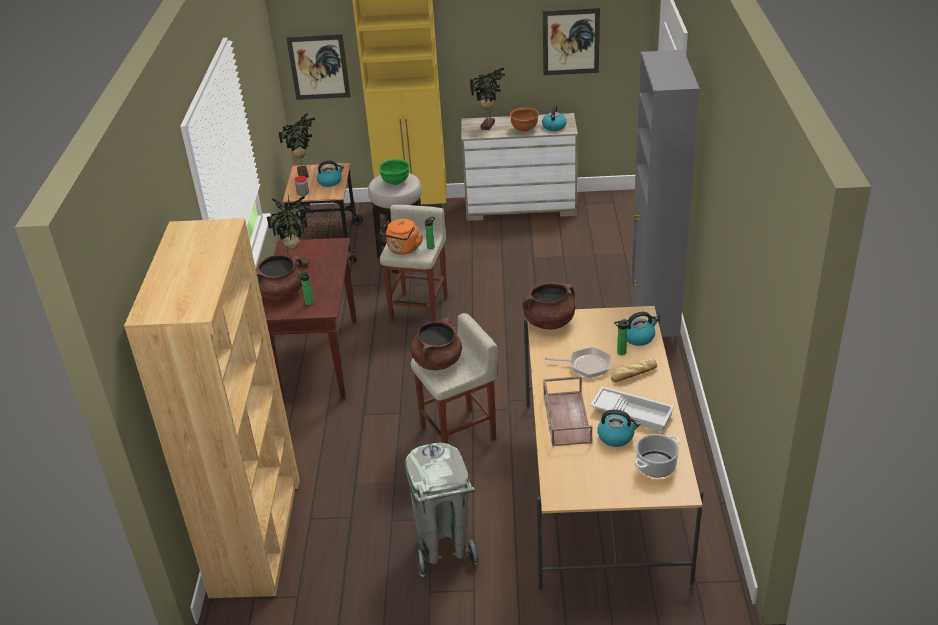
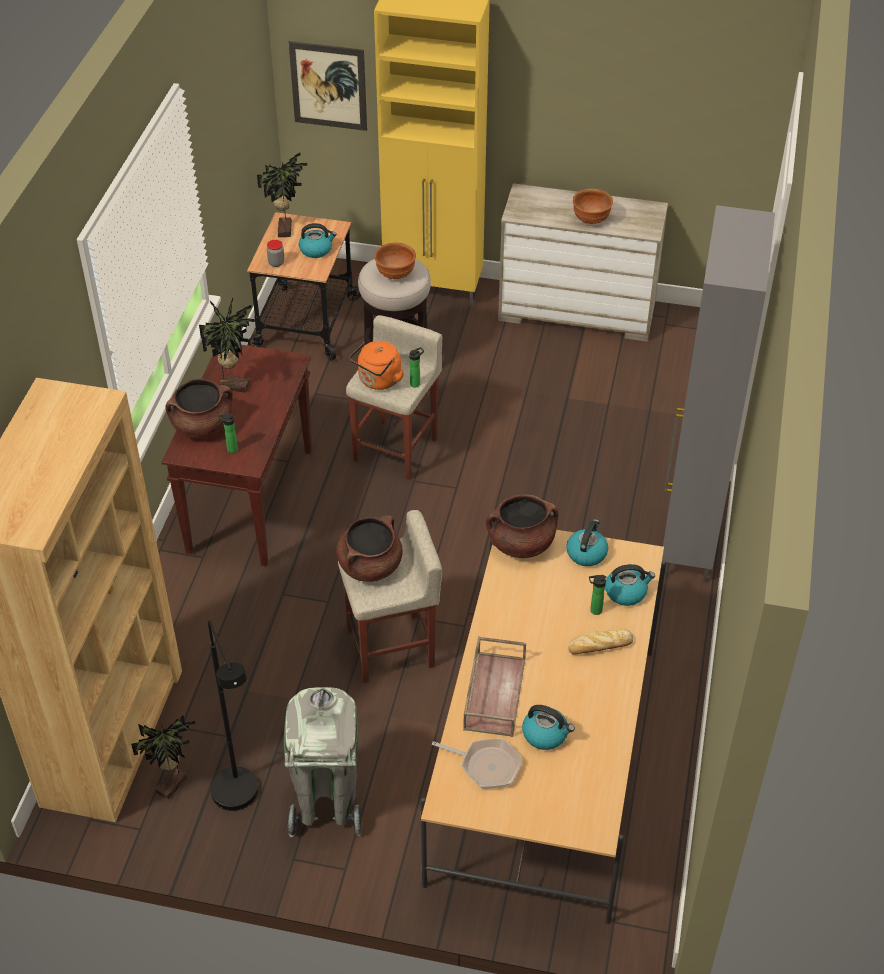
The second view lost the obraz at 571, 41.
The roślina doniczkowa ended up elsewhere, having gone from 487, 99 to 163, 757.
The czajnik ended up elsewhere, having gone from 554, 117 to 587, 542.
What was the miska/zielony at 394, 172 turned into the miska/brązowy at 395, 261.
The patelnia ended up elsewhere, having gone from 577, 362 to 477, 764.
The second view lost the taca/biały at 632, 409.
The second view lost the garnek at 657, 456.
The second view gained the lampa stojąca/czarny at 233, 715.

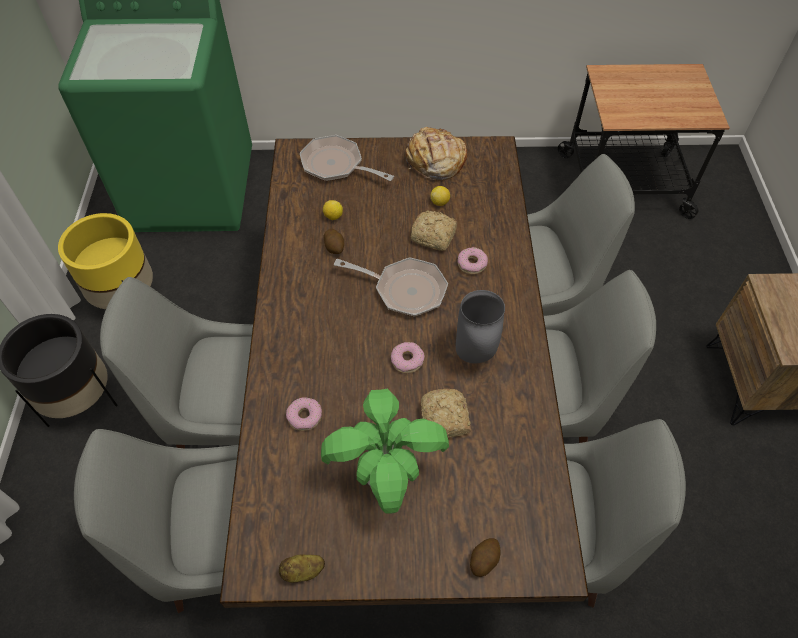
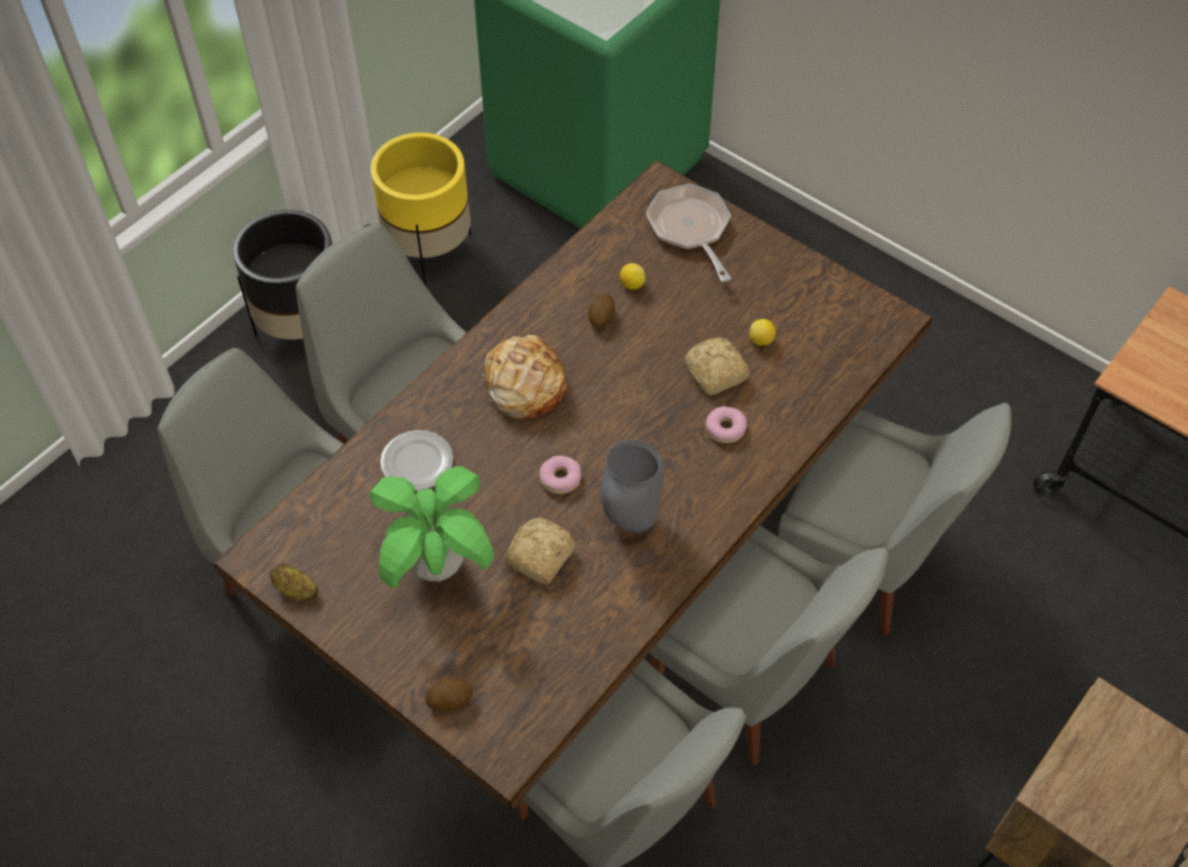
The chleb ended up elsewhere, having gone from 436, 154 to 524, 376.
The second view lost the patelnia at 391, 287.
Where the donut stood at 304, 414, the talerz came to stand at 416, 460.

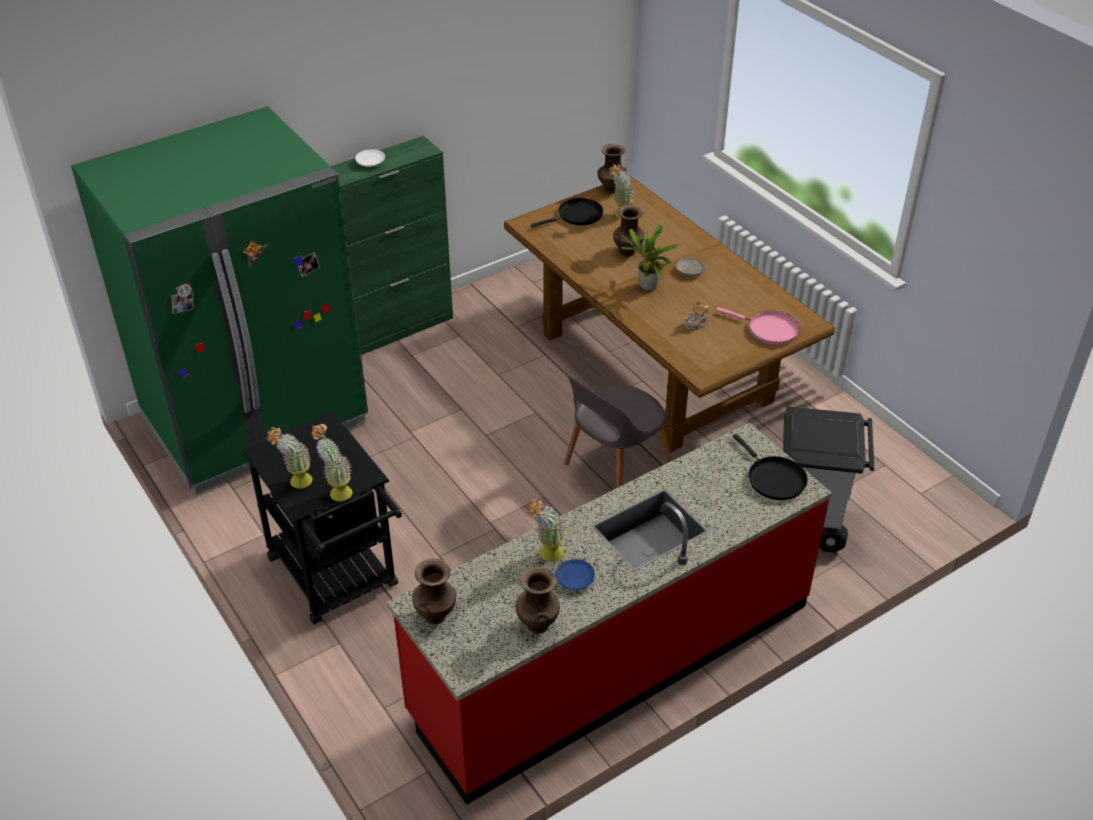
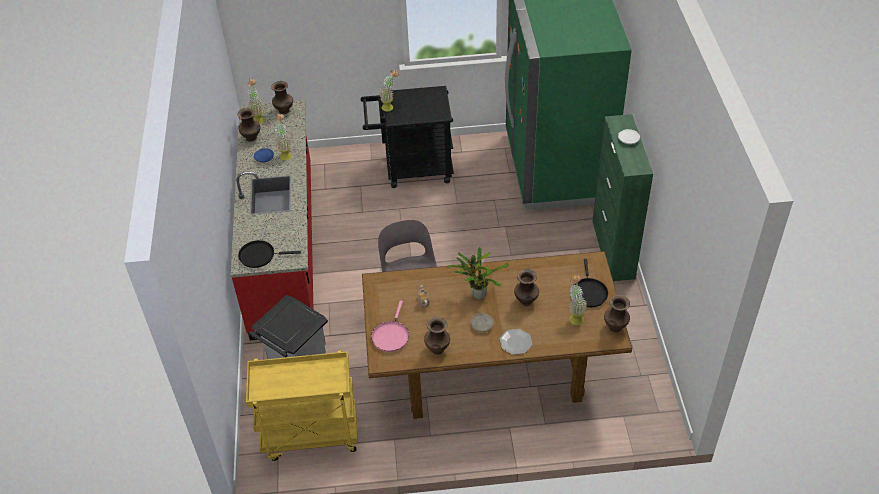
The patelnia/różowy at 758, 325 ended up facing another way, 45 degrees counterclockwise from before.
The roślina doniczkowa ended up elsewhere, having gone from 289, 458 to 256, 101.
The second view gained the wazon/brązowy at 437, 336.
The second view gained the talerz at 516, 342.
The second view gained the wózek/żółty at 302, 406.

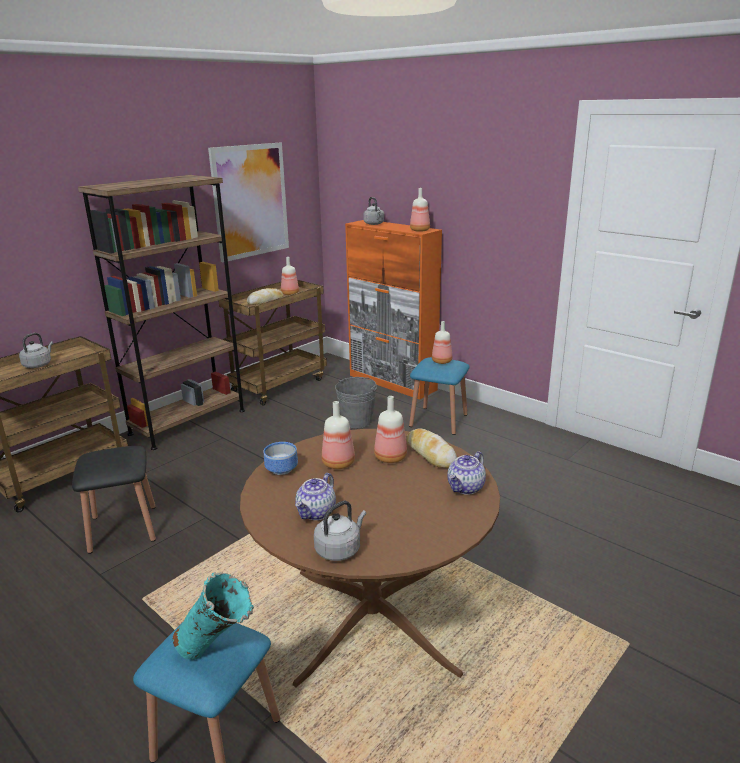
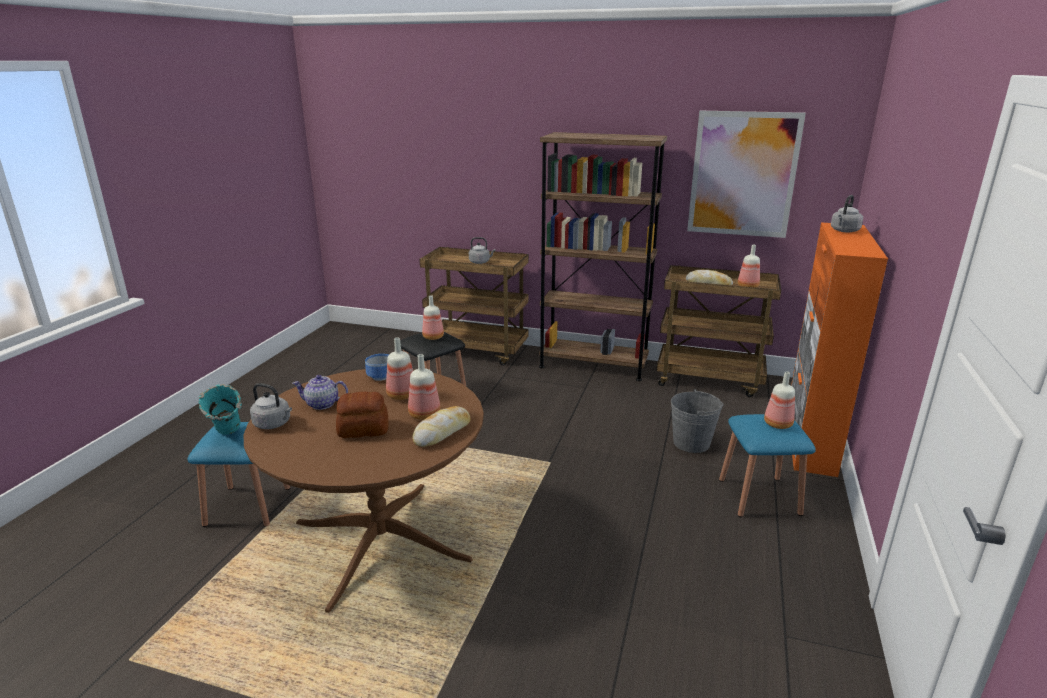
The butelka ended up elsewhere, having gone from 420, 210 to 433, 317.
The second view lost the imbryk at 466, 473.
The second view gained the chleb at 362, 415.

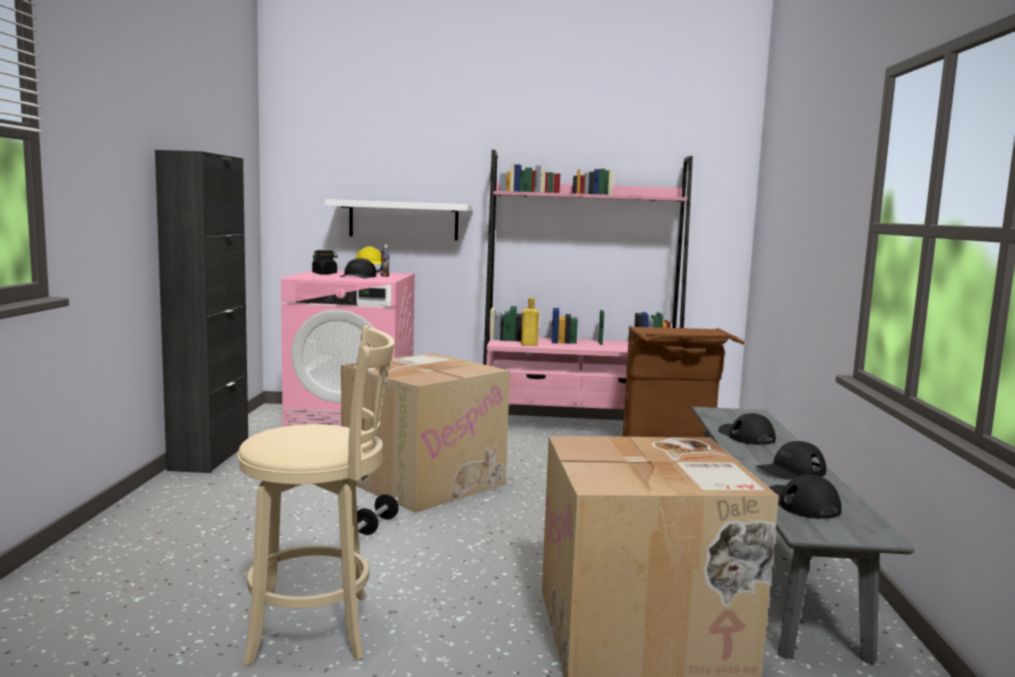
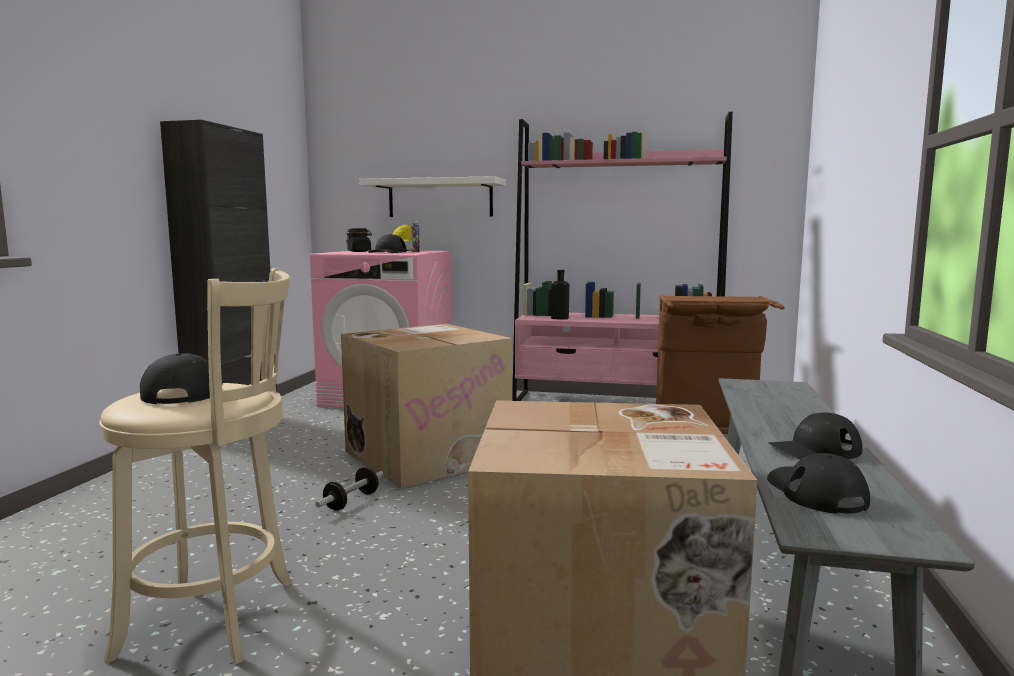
What was the butelka/żółty at 530, 322 turned into the butelka/czarny at 560, 295.
The czapka z daszkiem/czarny ended up elsewhere, having gone from 747, 429 to 181, 378.

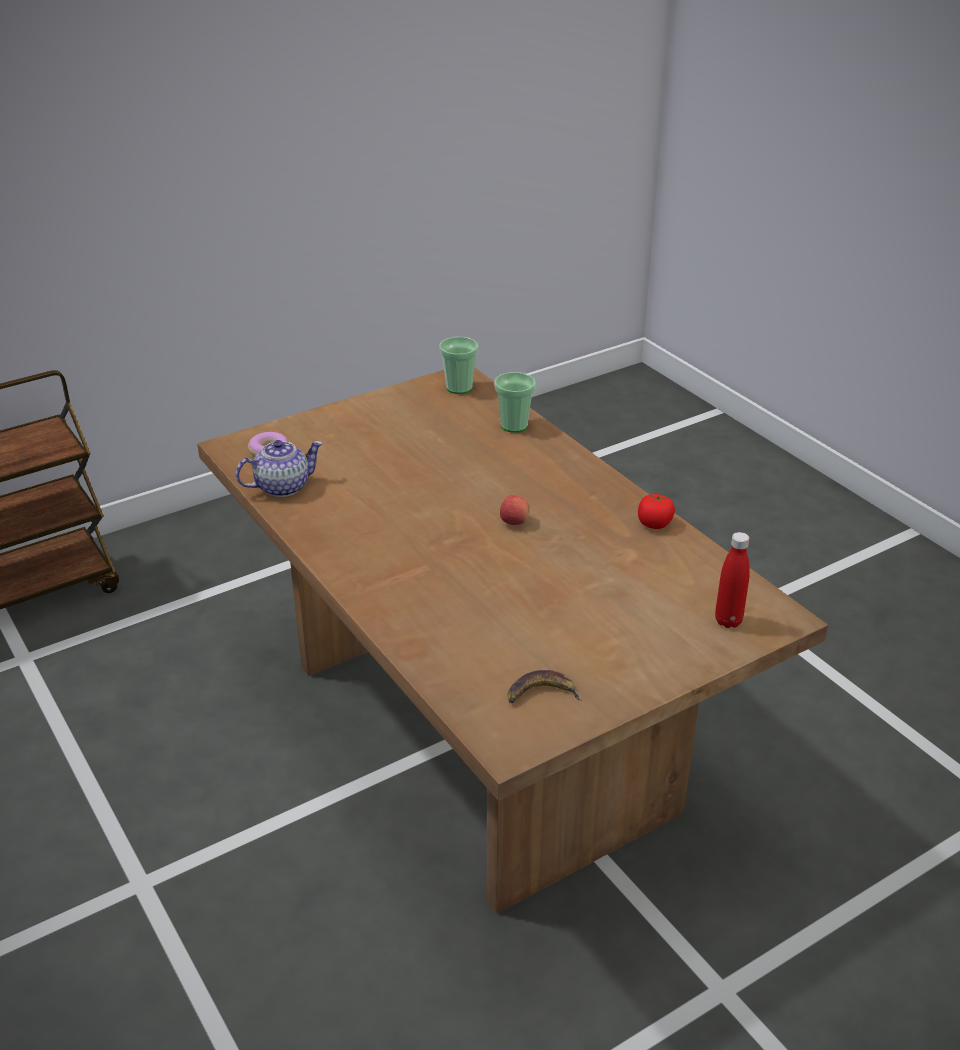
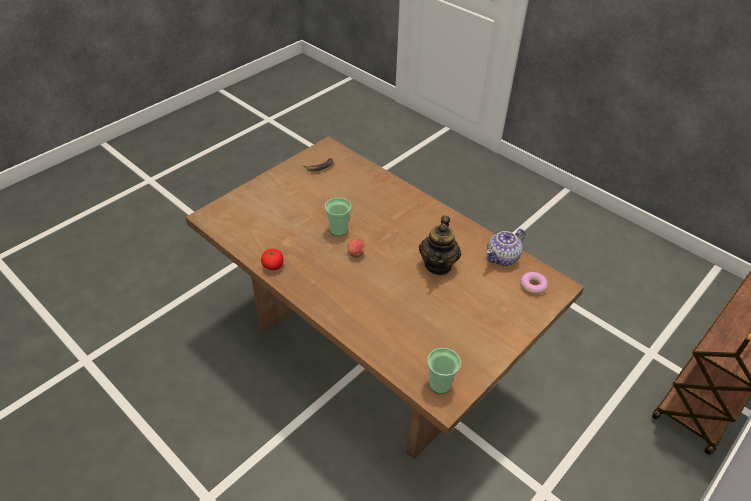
The filiżanka ended up elsewhere, having gone from 515, 402 to 338, 217.
The second view lost the butelka/czerwony at 732, 580.
The second view gained the imbryk at 440, 245.

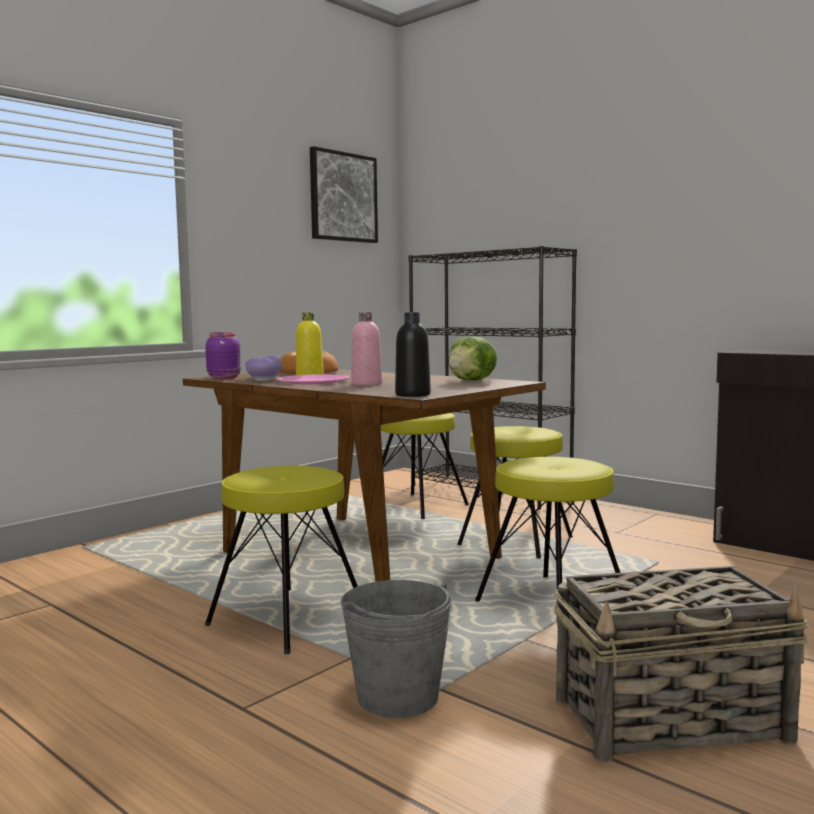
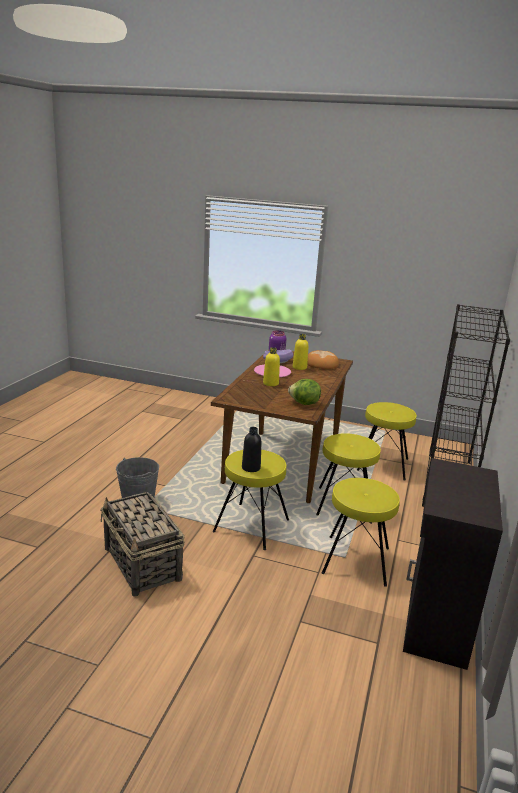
The second view lost the obraz at 344, 194.
What was the butelka/różowy at 366, 348 turned into the butelka/żółty at 271, 366.
The butelka/czarny ended up elsewhere, having gone from 413, 354 to 251, 449.
The stołek/żółty ended up elsewhere, having gone from 281, 560 to 361, 532.

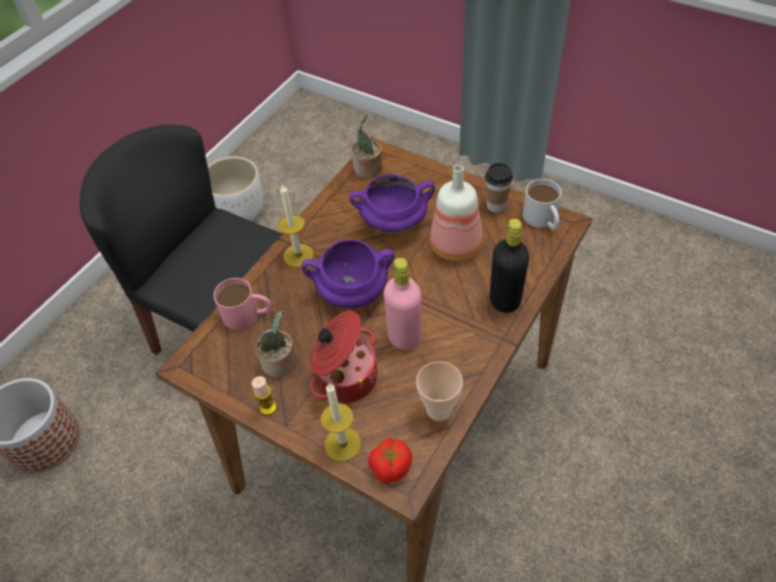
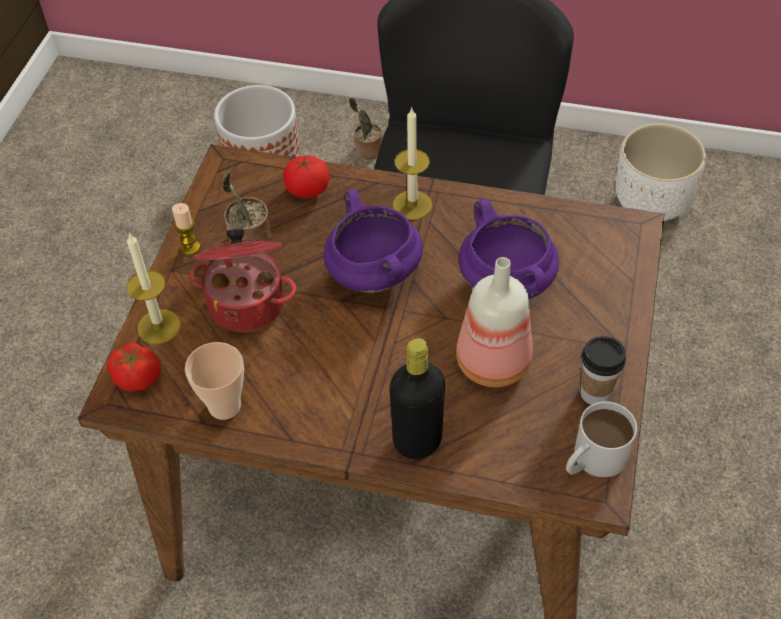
The roślina doniczkowa ended up elsewhere, having gone from 367, 146 to 365, 129.
The second view lost the butelka/różowy at 402, 304.
Where the kubek/różowy stood at 242, 304, the pomidor came to stand at 306, 177.

